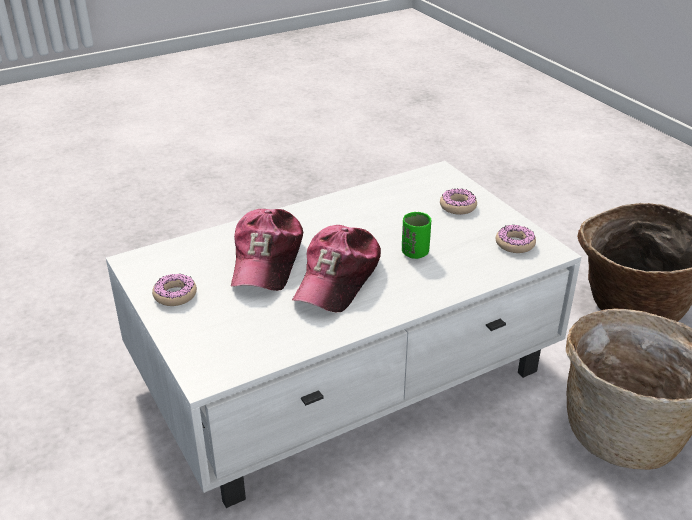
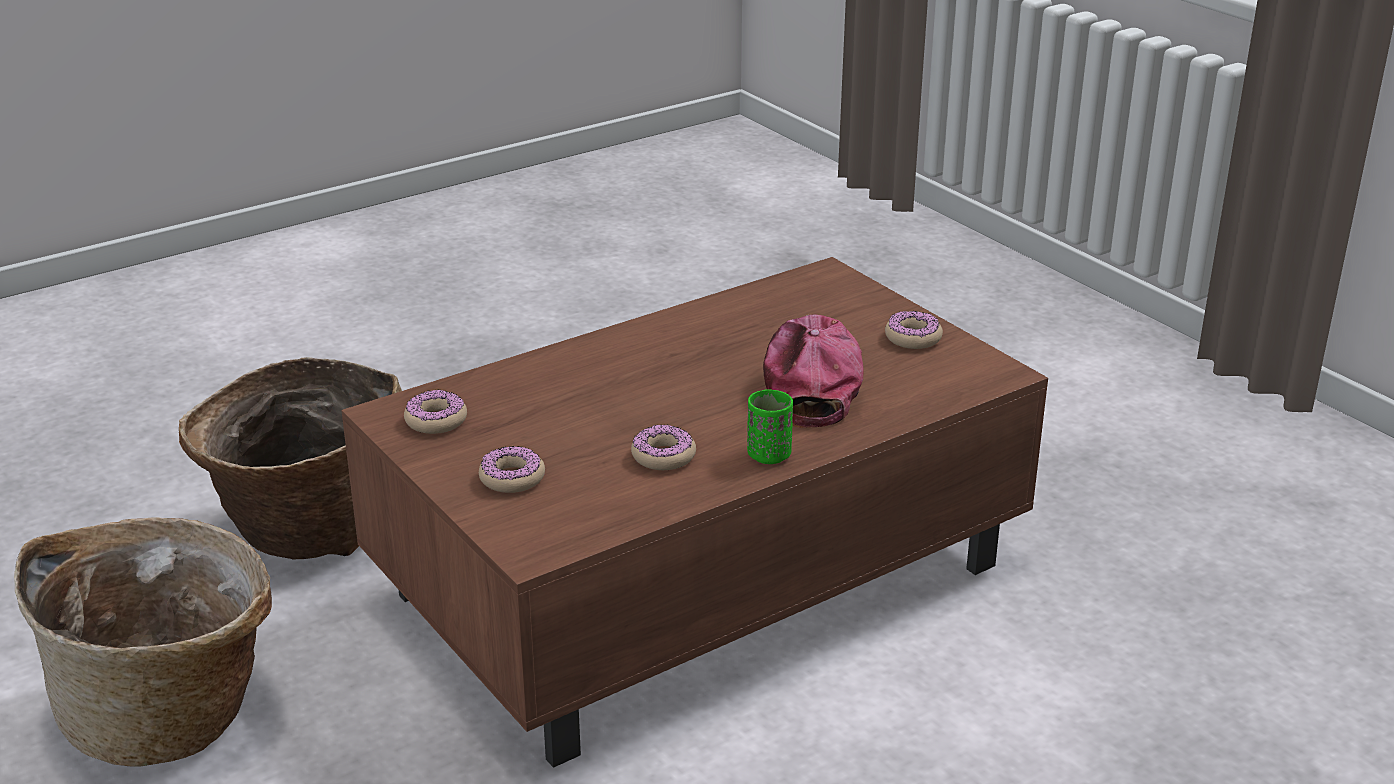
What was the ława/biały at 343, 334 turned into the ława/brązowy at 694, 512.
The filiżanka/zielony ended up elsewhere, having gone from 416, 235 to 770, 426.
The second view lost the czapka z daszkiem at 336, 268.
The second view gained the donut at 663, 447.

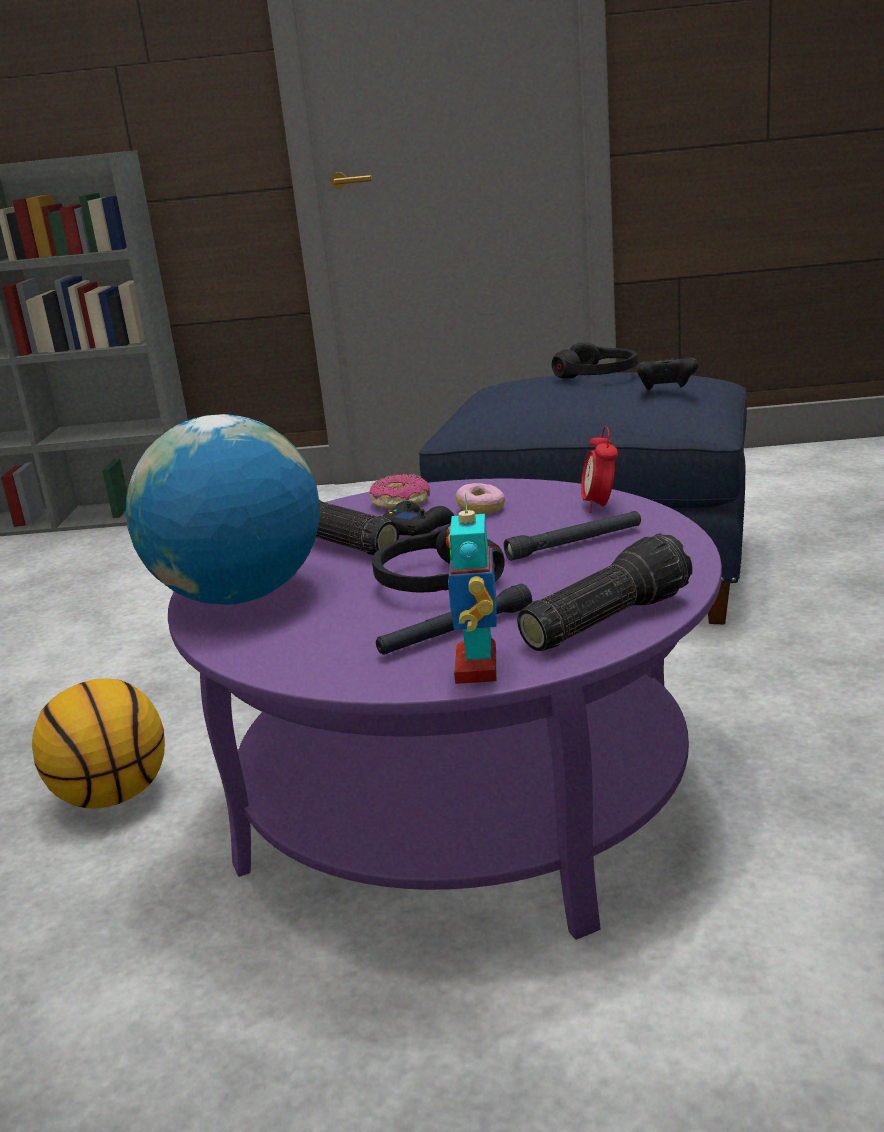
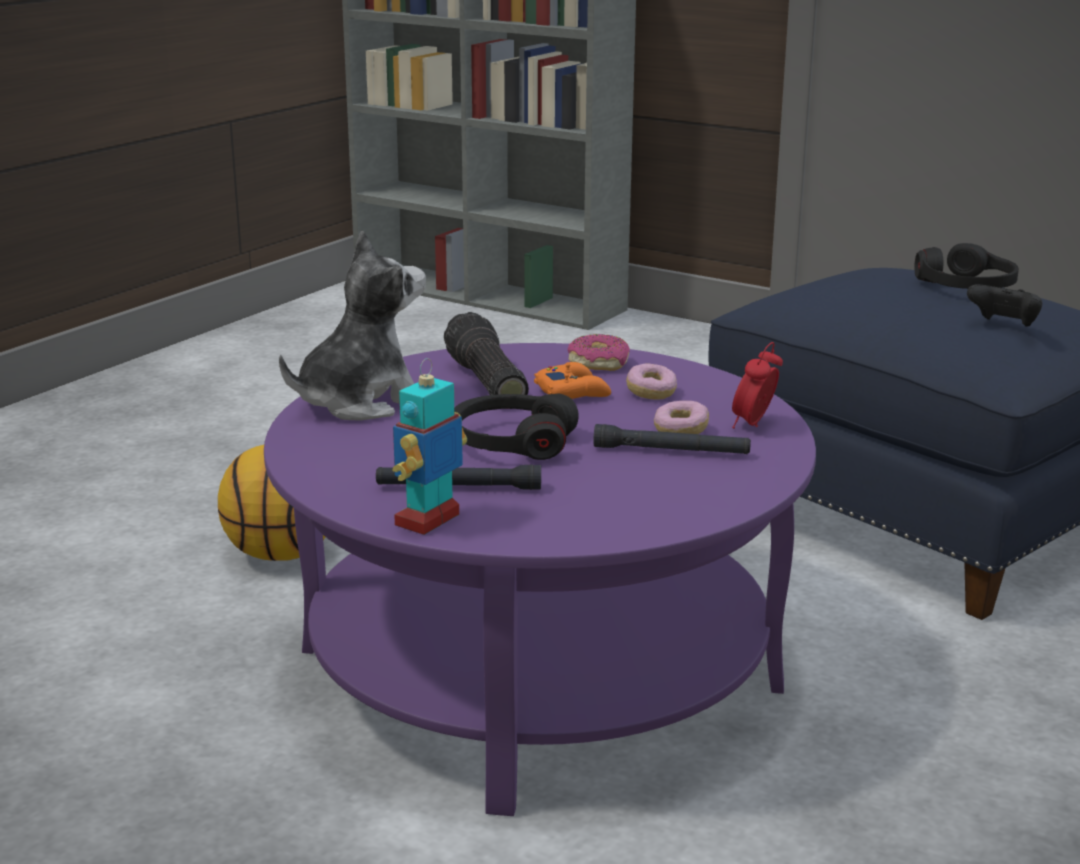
Where the globus stood at 223, 509, the pluszak came to stand at 352, 326.
What was the pad do gier/czarny at 418, 518 turned into the pad do gier/pomarańczowy at 572, 380.
The second view lost the latarka at 605, 592.
The second view gained the donut at 681, 417.

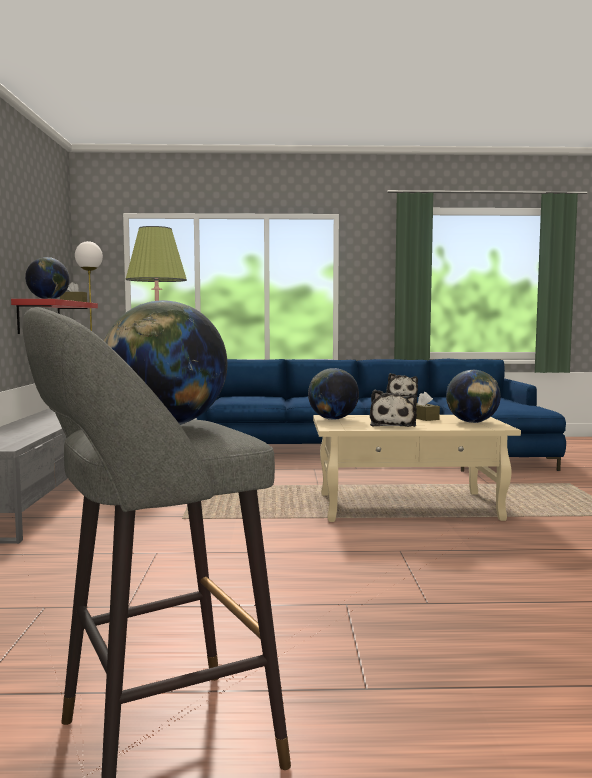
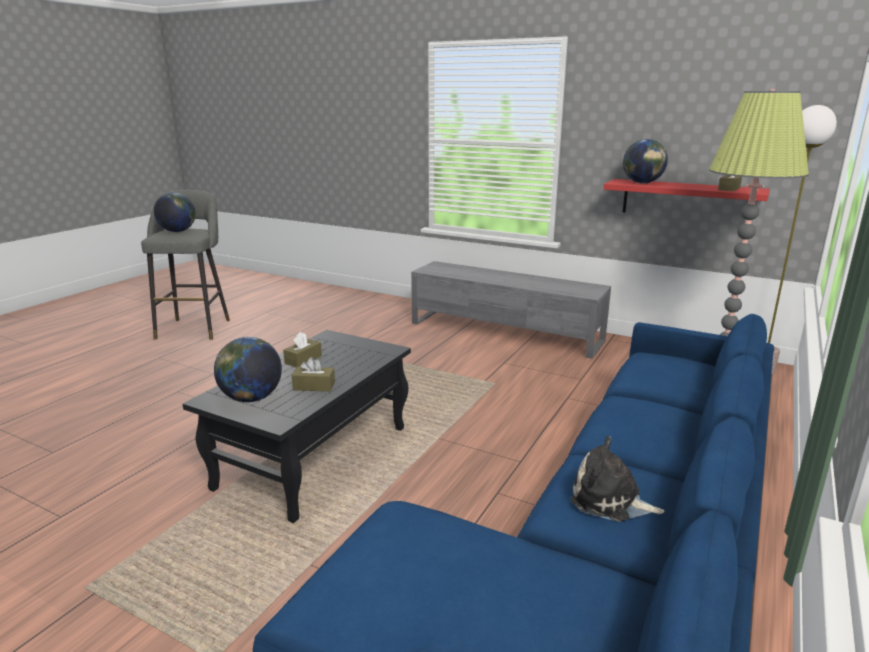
The second view lost the globus at 333, 394.
Where the pluszak stood at 393, 408, the pudełko chusteczek/brązowy came to stand at 302, 350.
What was the ława/beżowy at 417, 468 turned into the ława/czarny at 297, 426.

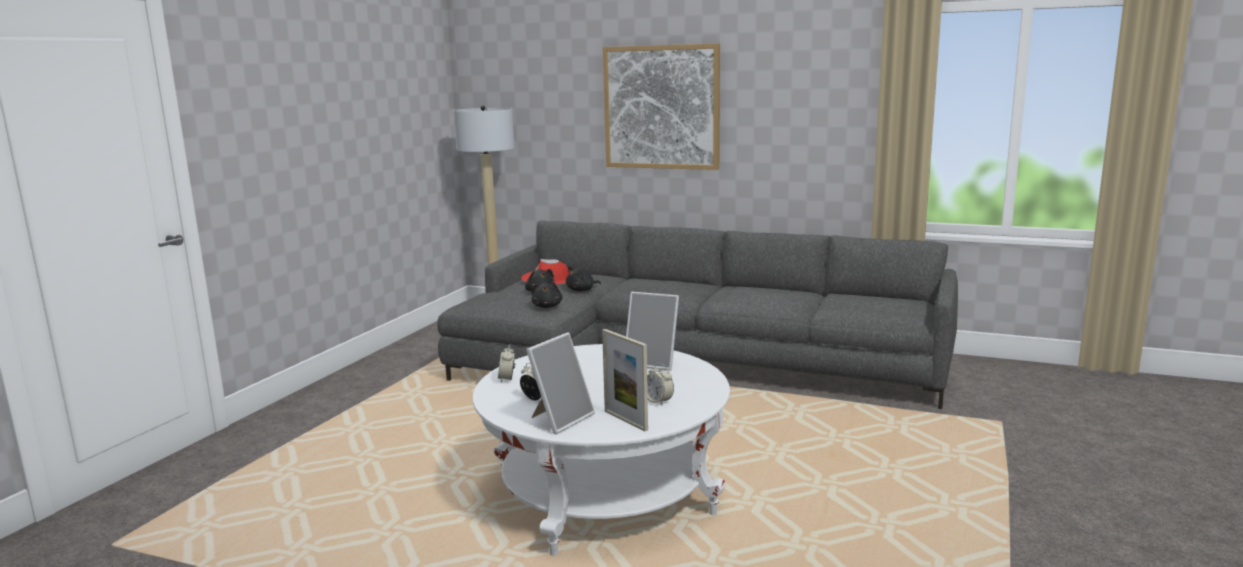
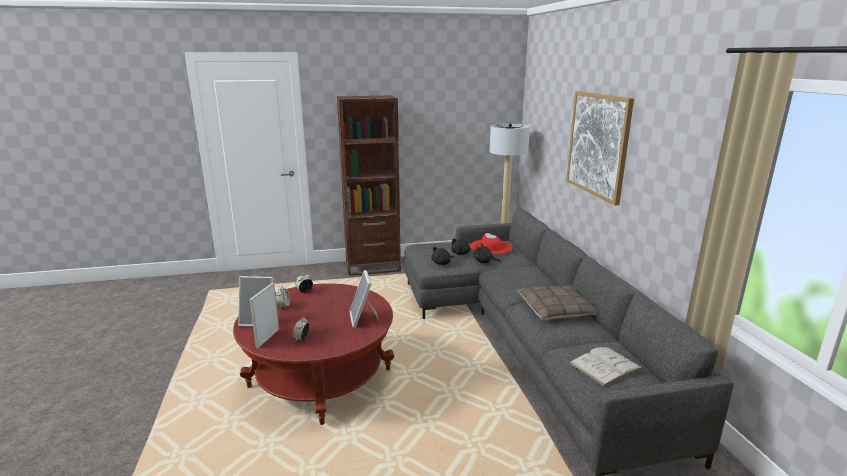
What was the ława/biały at 601, 450 turned into the ława/czerwony at 313, 354.
The second view gained the regał/brązowy at 369, 185.
The second view gained the poduszka at 558, 303.
The second view gained the książka/biały at 606, 367.

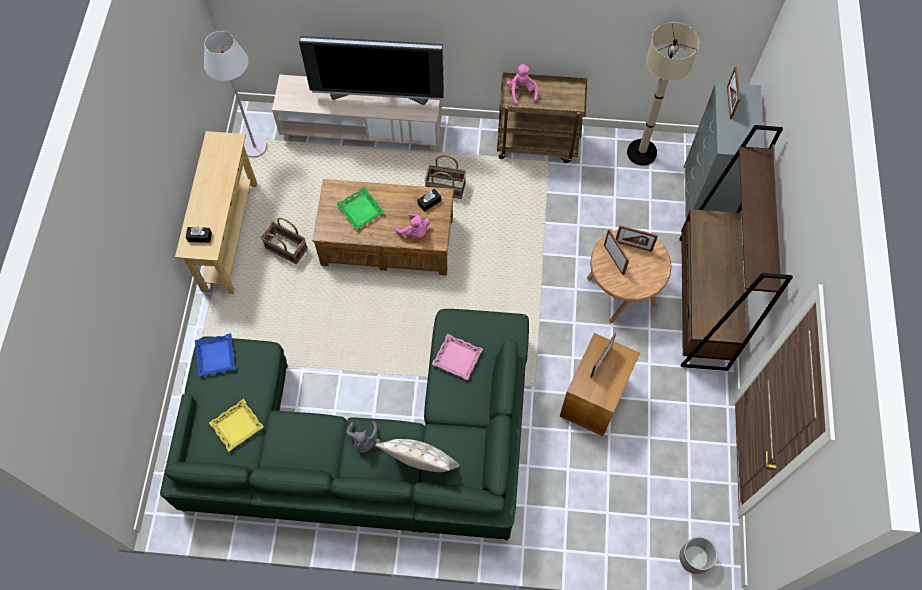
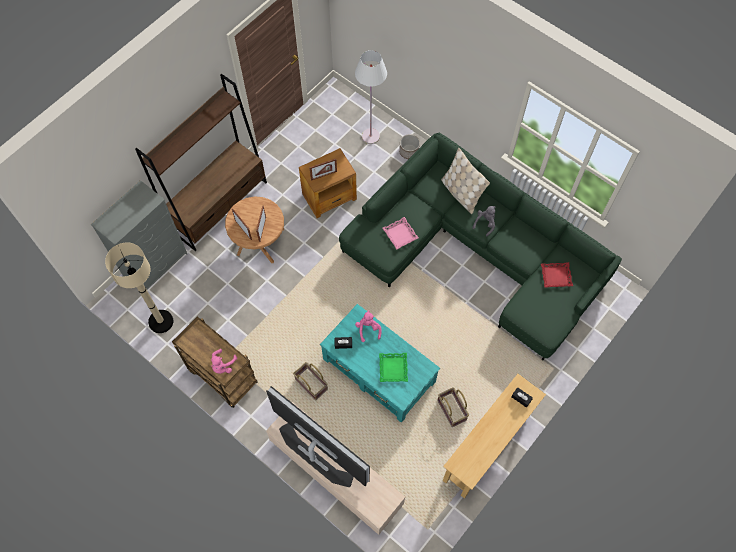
The lampa stojąca/biały ended up elsewhere, having gone from 235, 94 to 371, 97.
The second view lost the ramka na zdjęcie at 733, 92.
What was the ława/brązowy at 383, 227 turned into the ława/turkusowy at 380, 363.
The second view lost the taca/niebieski at 215, 355.
What was the taca/żółty at 236, 425 turned into the taca/czerwony at 557, 275.
The donica ended up elsewhere, having gone from 698, 555 to 409, 146.

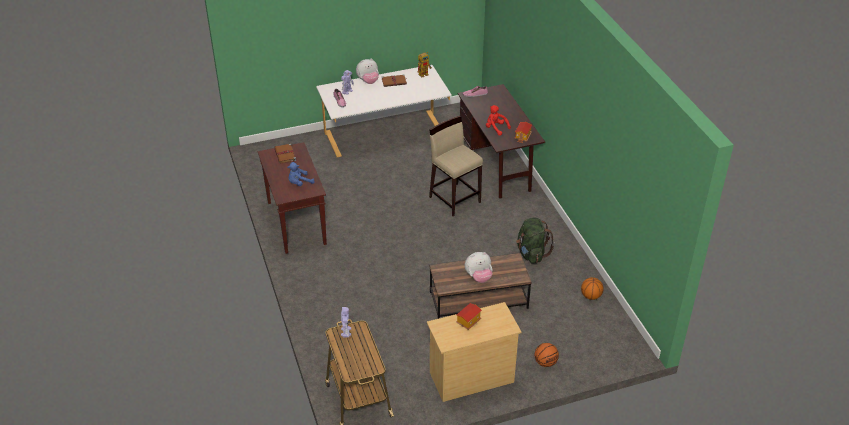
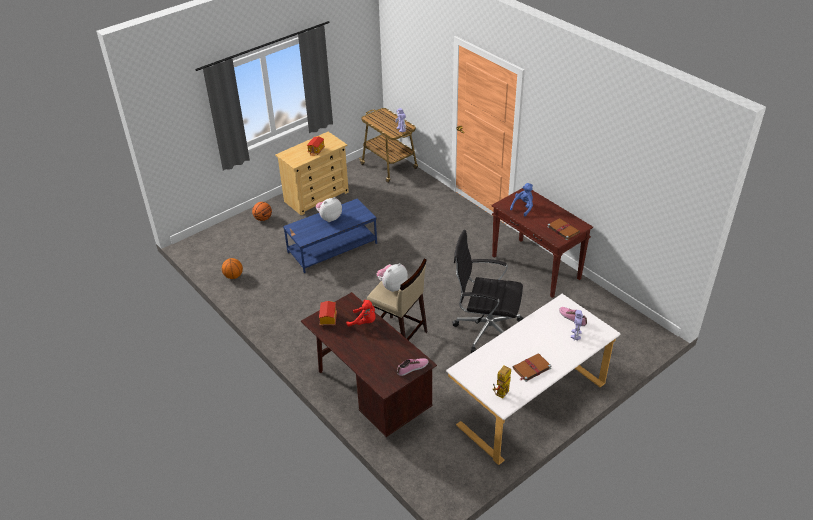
The pluszak ended up elsewhere, having gone from 367, 71 to 392, 277.
The second view lost the plecak/zielony at 535, 241.
What was the ława/brązowy at 480, 286 turned into the ława/niebieski at 330, 235.
The second view gained the krzesło biurowe/czarny at 488, 291.

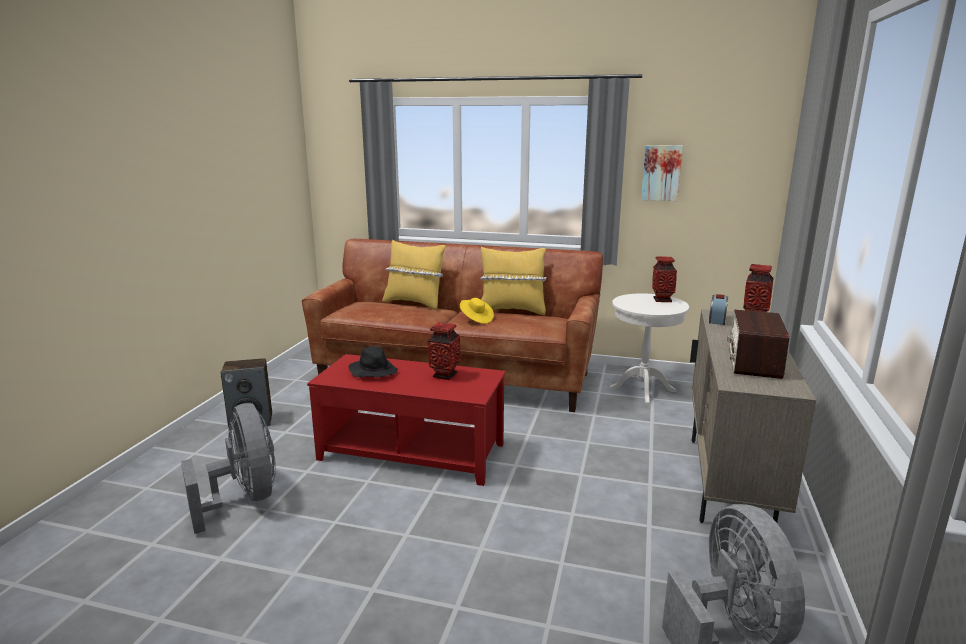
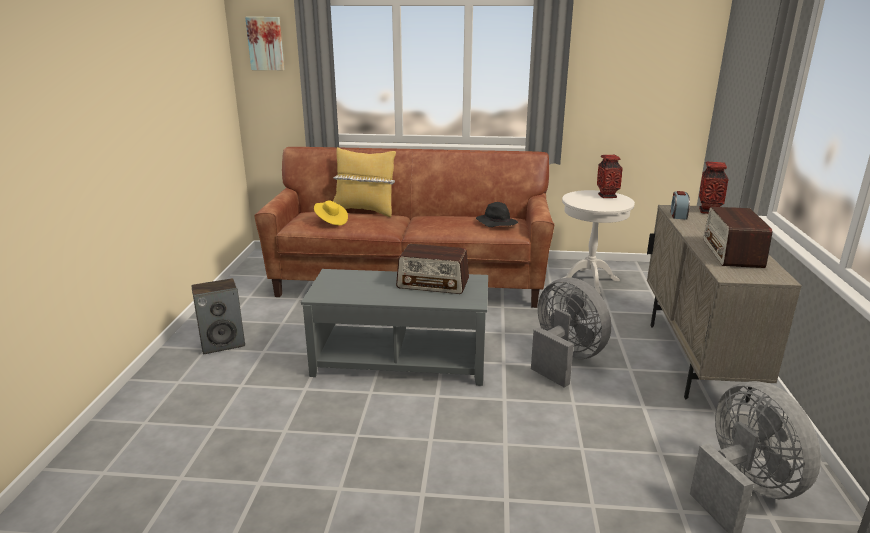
The obraz ended up elsewhere, having gone from 662, 173 to 265, 43.
The second view lost the poduszka/żółty at 513, 281.
The kapelusz/żółty ended up elsewhere, having gone from 477, 311 to 331, 213.
Where the wazon stood at 444, 351, the radio came to stand at 432, 269.
The kapelusz/czarny ended up elsewhere, having gone from 373, 361 to 497, 214.
What was the ława/czerwony at 406, 420 turned into the ława/szary at 394, 327.
The wentylator/szary ended up elsewhere, having gone from 228, 468 to 571, 333.

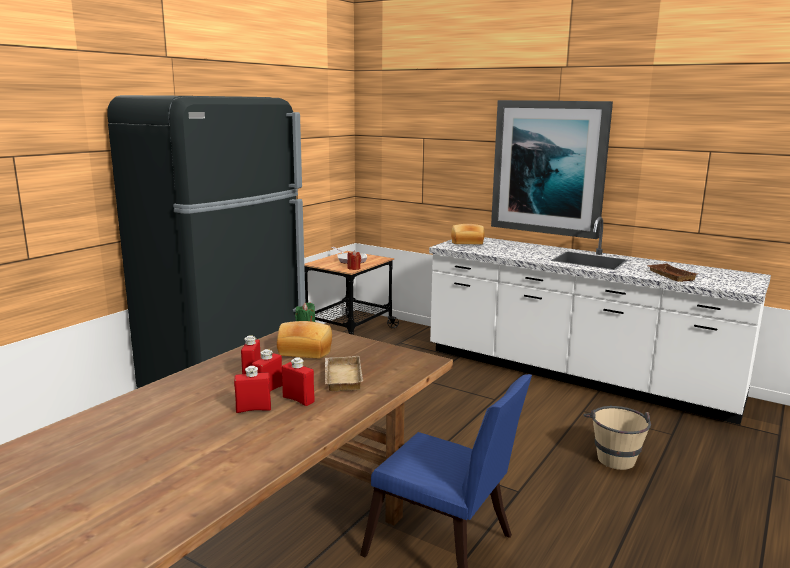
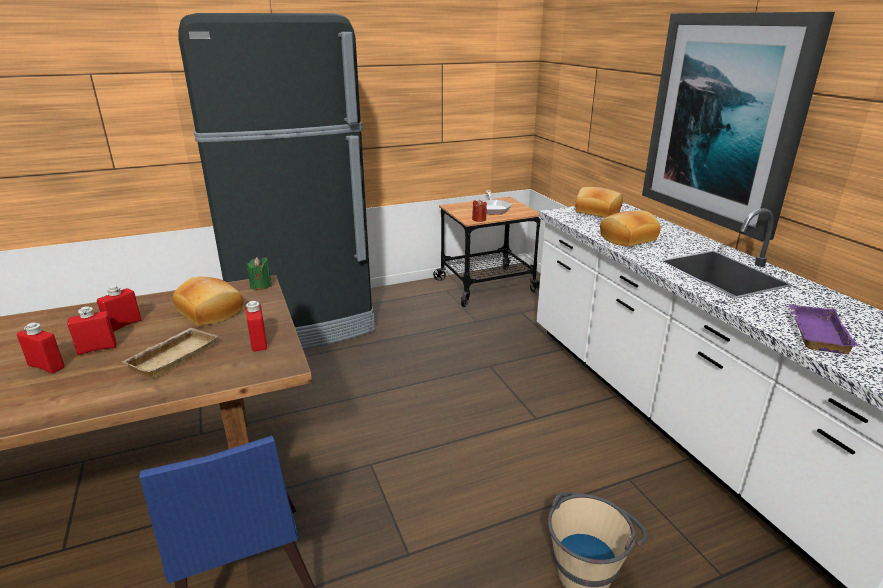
What was the taca/brązowy at 672, 273 turned into the taca/fioletowy at 824, 329.
The butelka/czerwony ended up elsewhere, having gone from 298, 381 to 256, 326.
The second view gained the chleb at 630, 229.

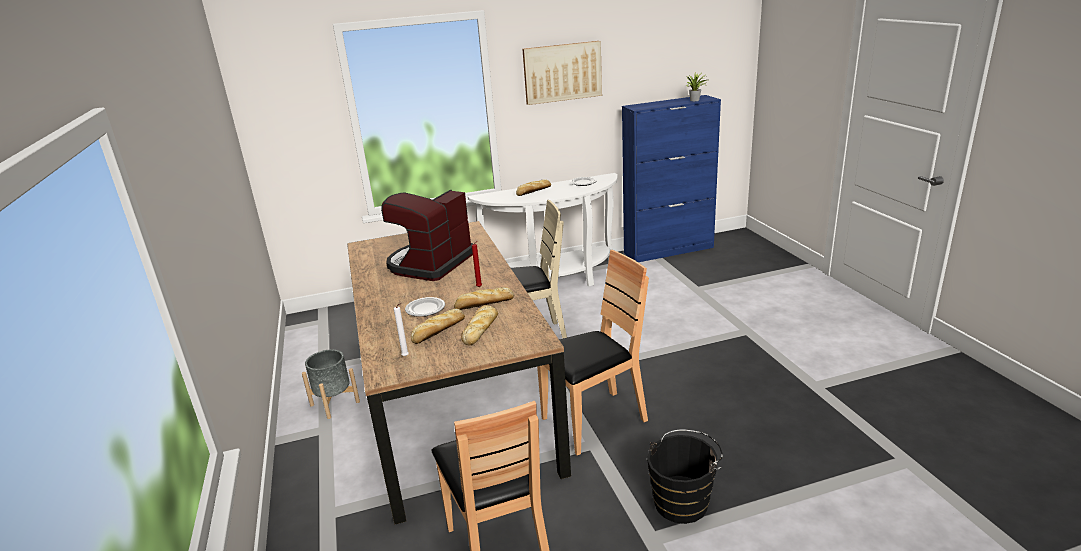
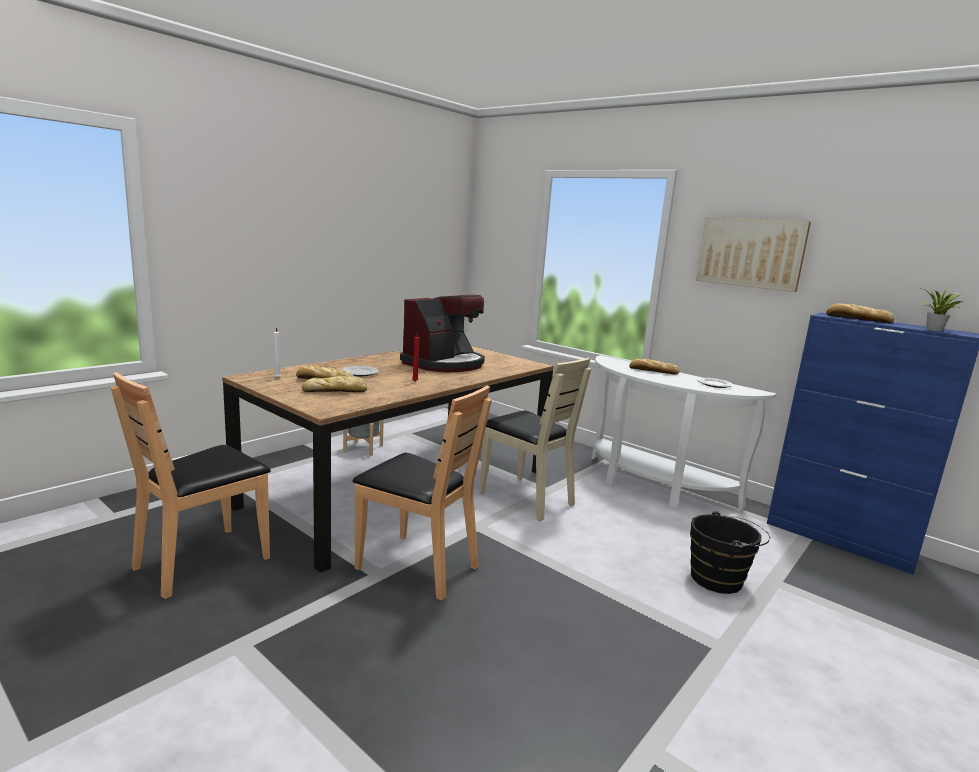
The ekspres do kawy at 427, 235 ended up facing another way, 135 degrees clockwise from before.
The chleb ended up elsewhere, having gone from 484, 298 to 860, 313.
The wiadro/czarny ended up elsewhere, having gone from 685, 477 to 730, 552.

